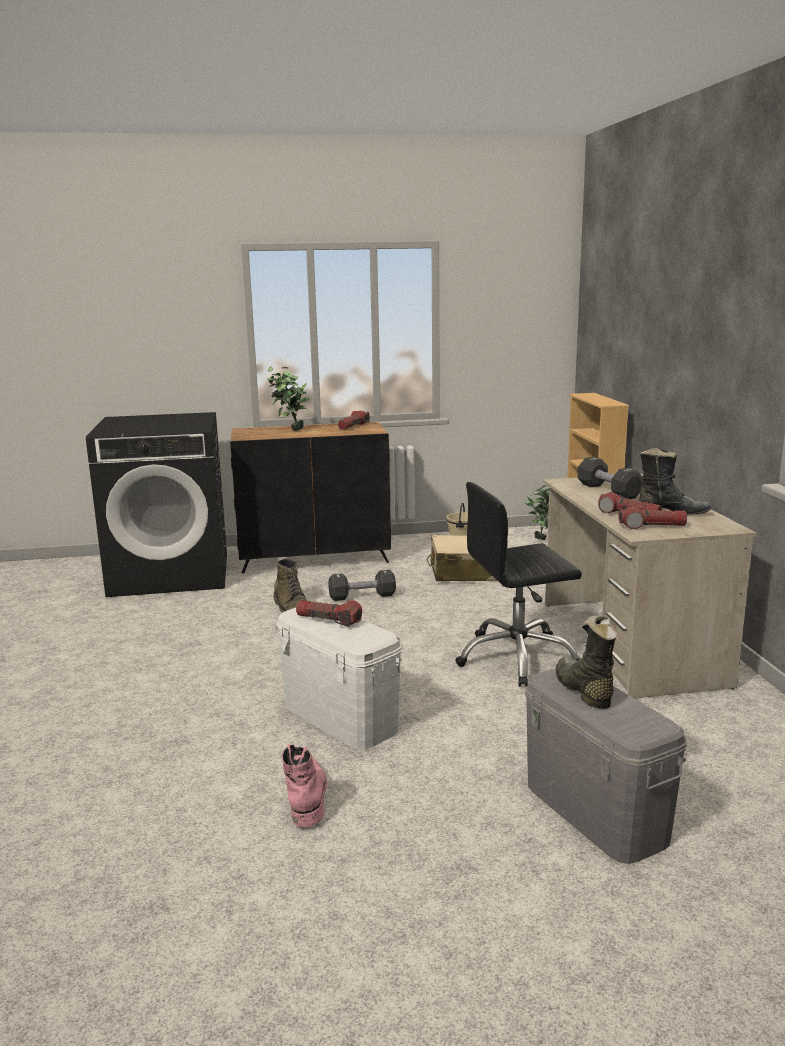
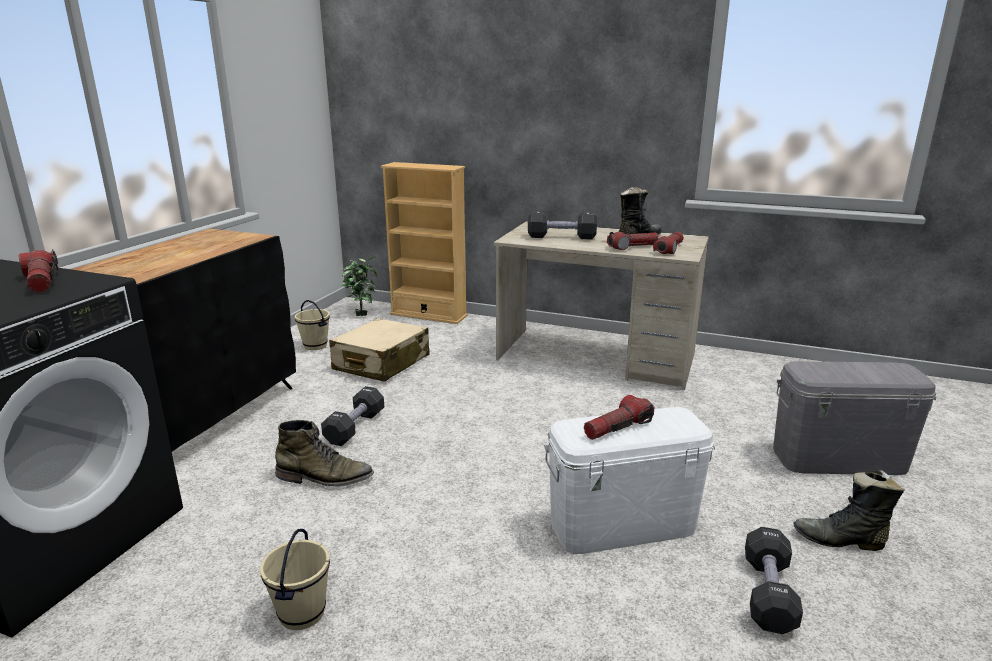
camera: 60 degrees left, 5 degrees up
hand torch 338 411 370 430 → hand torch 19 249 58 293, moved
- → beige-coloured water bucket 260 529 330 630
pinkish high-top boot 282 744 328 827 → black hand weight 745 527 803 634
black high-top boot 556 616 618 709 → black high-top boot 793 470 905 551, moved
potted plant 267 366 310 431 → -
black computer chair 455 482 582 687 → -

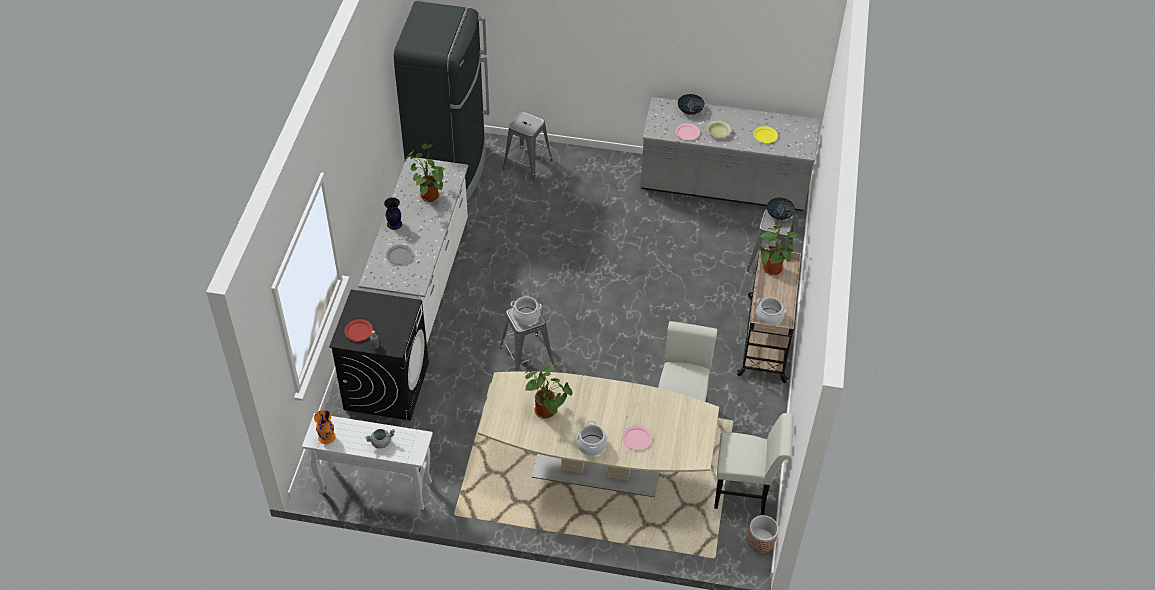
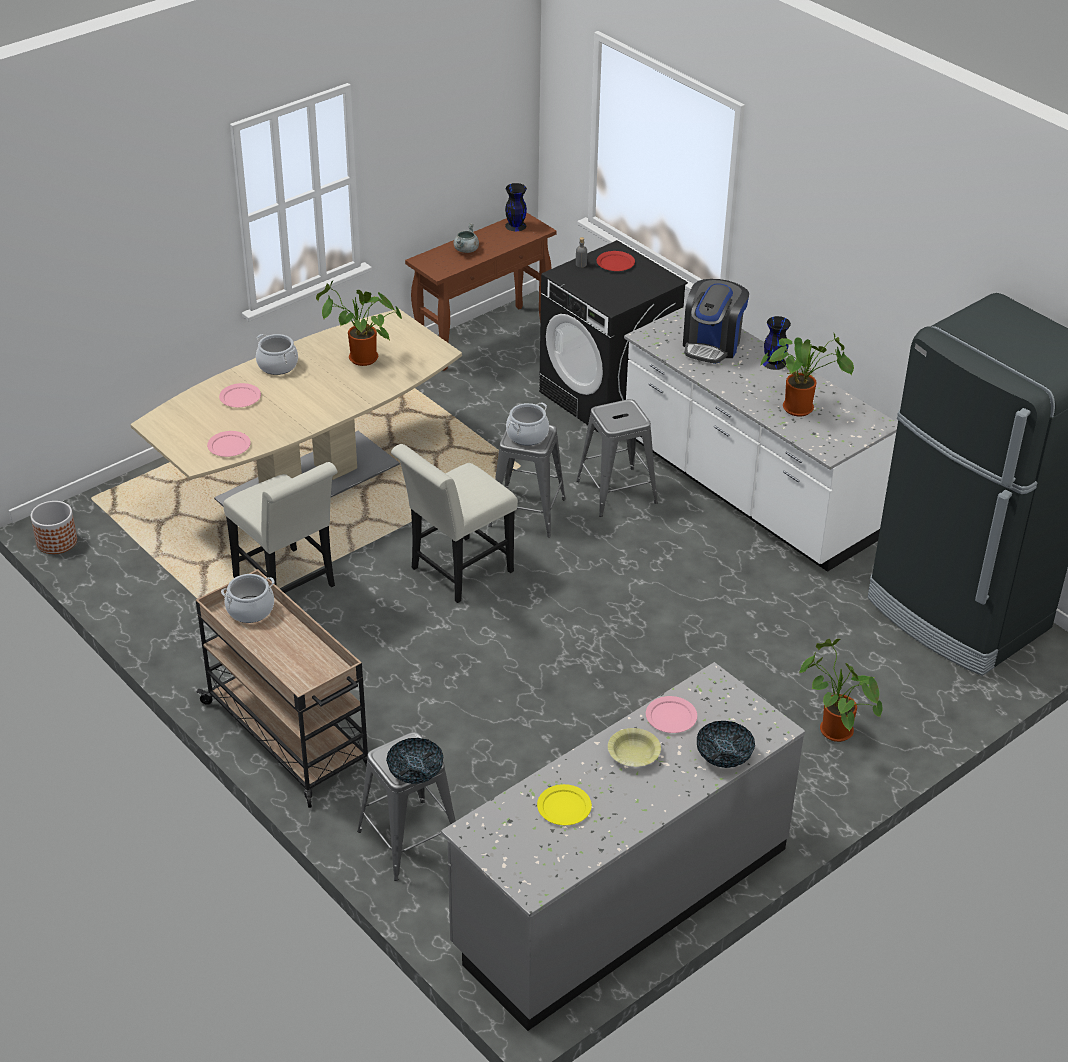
camera: 130 degrees right, 10 degrees down
- → pinkish plate 207 431 251 457
white-coloured upright chair 714 413 794 515 → white-coloured upright chair 391 444 518 603, moved
white-coloured hall table 302 413 433 510 → brown hall table 405 212 557 371
orange-coloured decorative vase 314 410 336 444 → black decorative vase 505 183 527 231
greyish stool 503 112 552 182 → greyish stool 576 399 658 517, moved
greyish plate 386 245 413 265 → coffee brewer 683 279 749 364
potted plant 760 226 798 275 → potted plant 799 639 883 742, moved

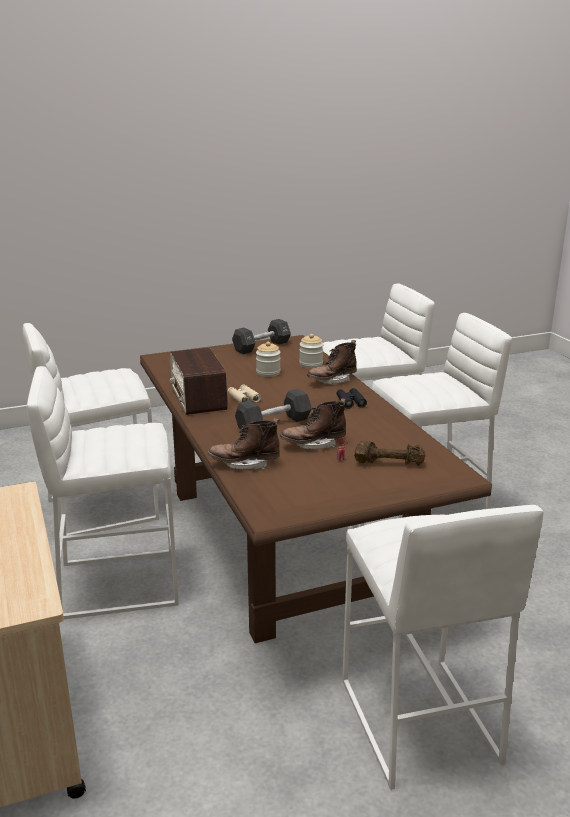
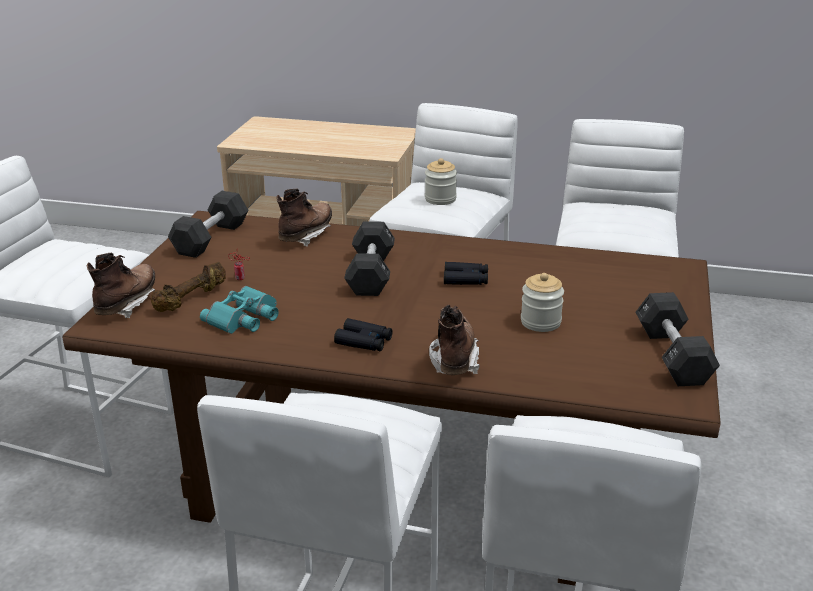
camera: 125 degrees right, 5 degrees up
brown high-top boot 280 398 346 449 → brown high-top boot 87 253 155 318, moved
- → black hand weight 168 191 249 258
- → turquoise binoculars 200 286 279 334
storage jar 299 334 323 368 → storage jar 425 158 457 205, moved
beige-coloured binoculars 228 385 261 403 → black binoculars 444 262 488 285
radio set 169 348 228 415 → -

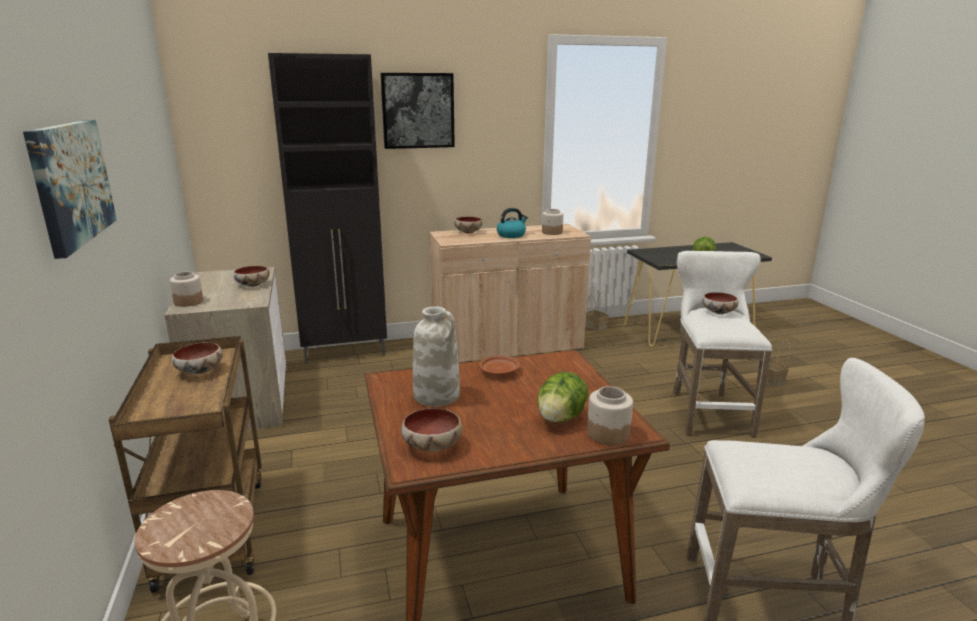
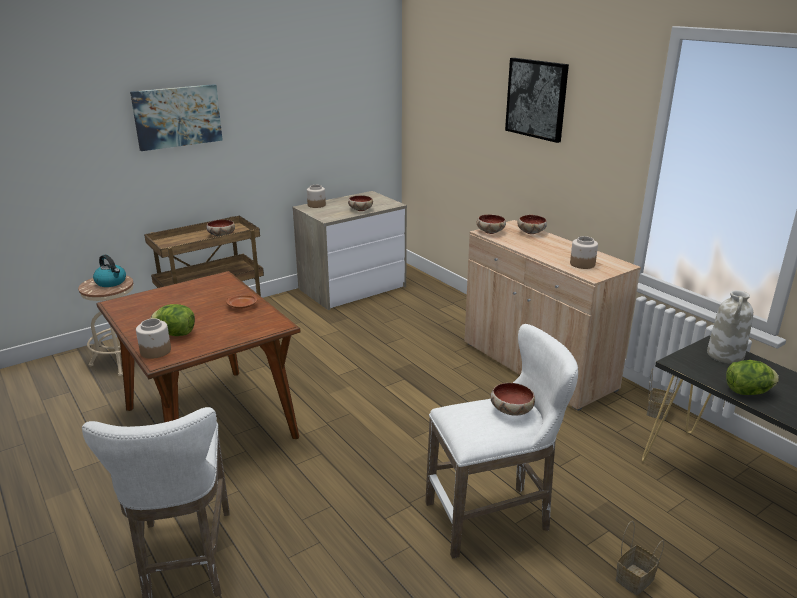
camera: 70 degrees right, 5 degrees up
kettle 497 208 528 238 → kettle 93 255 126 287, moved
serving bowl 401 408 462 452 → serving bowl 477 215 506 234, moved
white-coloured decorative vase 413 306 460 407 → white-coloured decorative vase 707 290 753 364, moved
black storage cabinet 268 53 387 364 → -

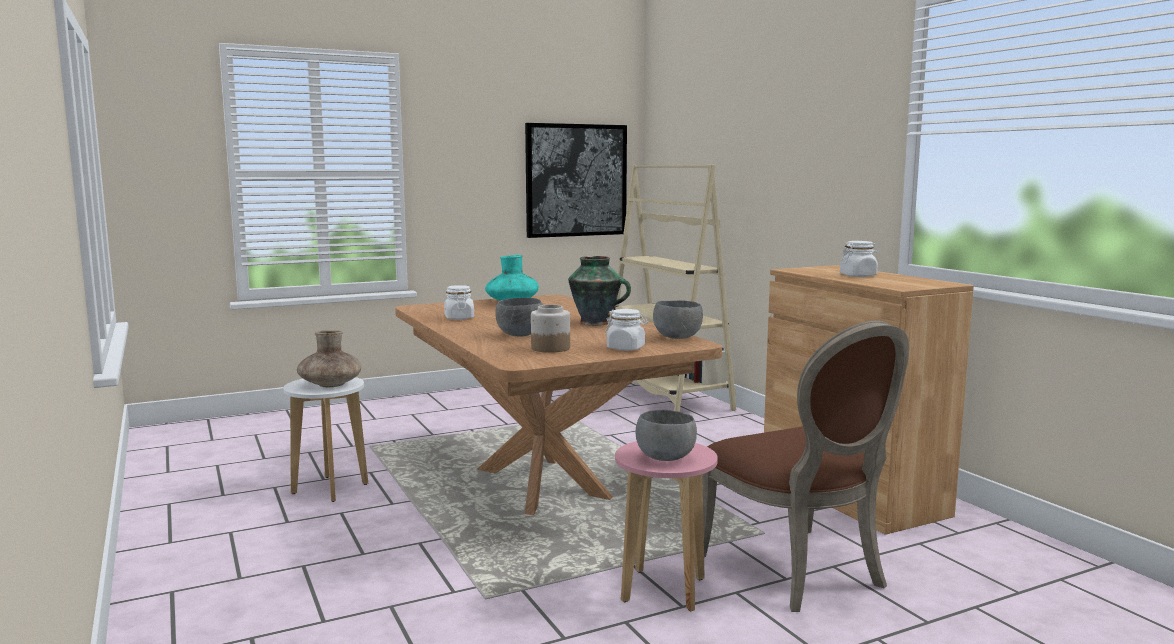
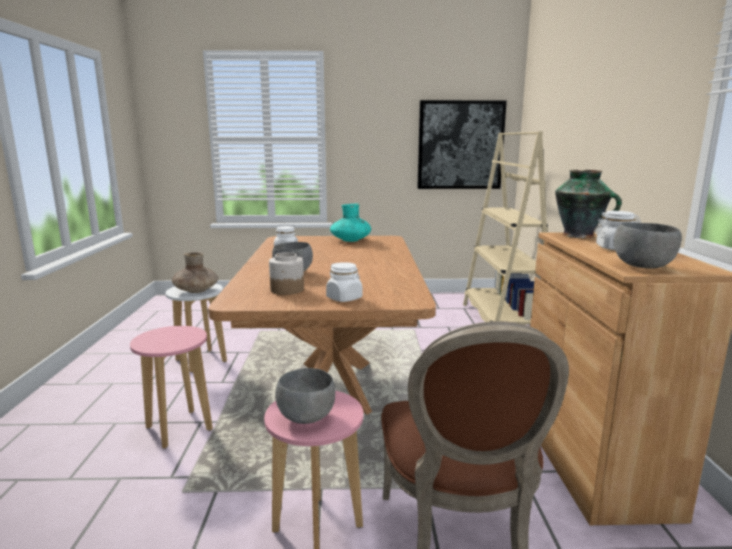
camera: 25 degrees right, 5 degrees up
- → pinkish stool 130 326 213 448
decorative vase 568 256 631 326 → decorative vase 555 170 622 238, moved
greyish serving bowl 653 300 703 339 → greyish serving bowl 614 222 681 269, moved

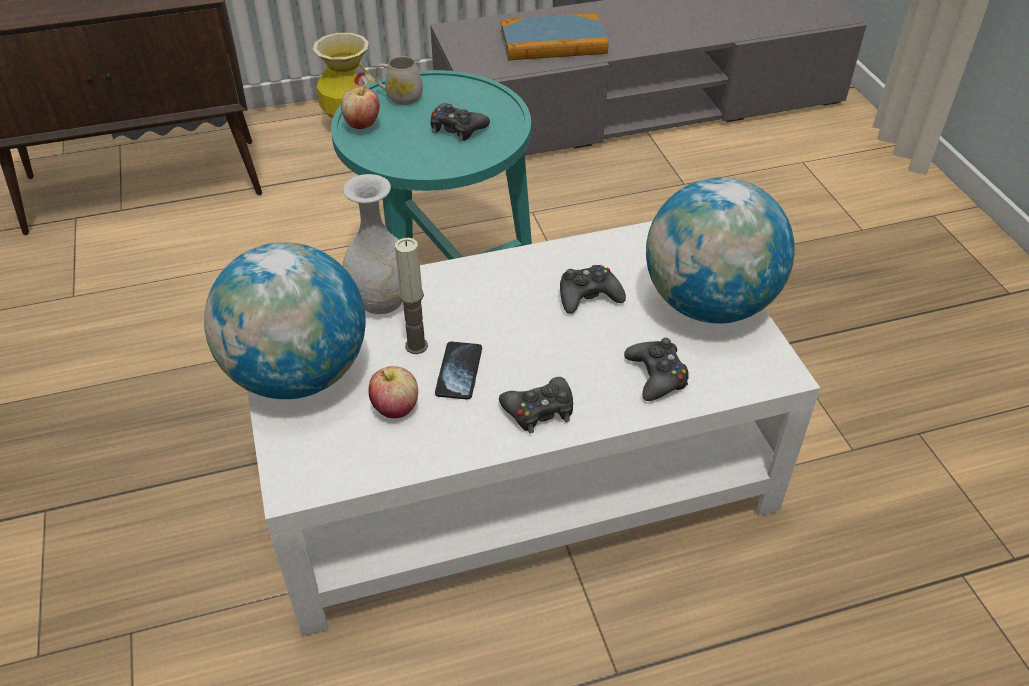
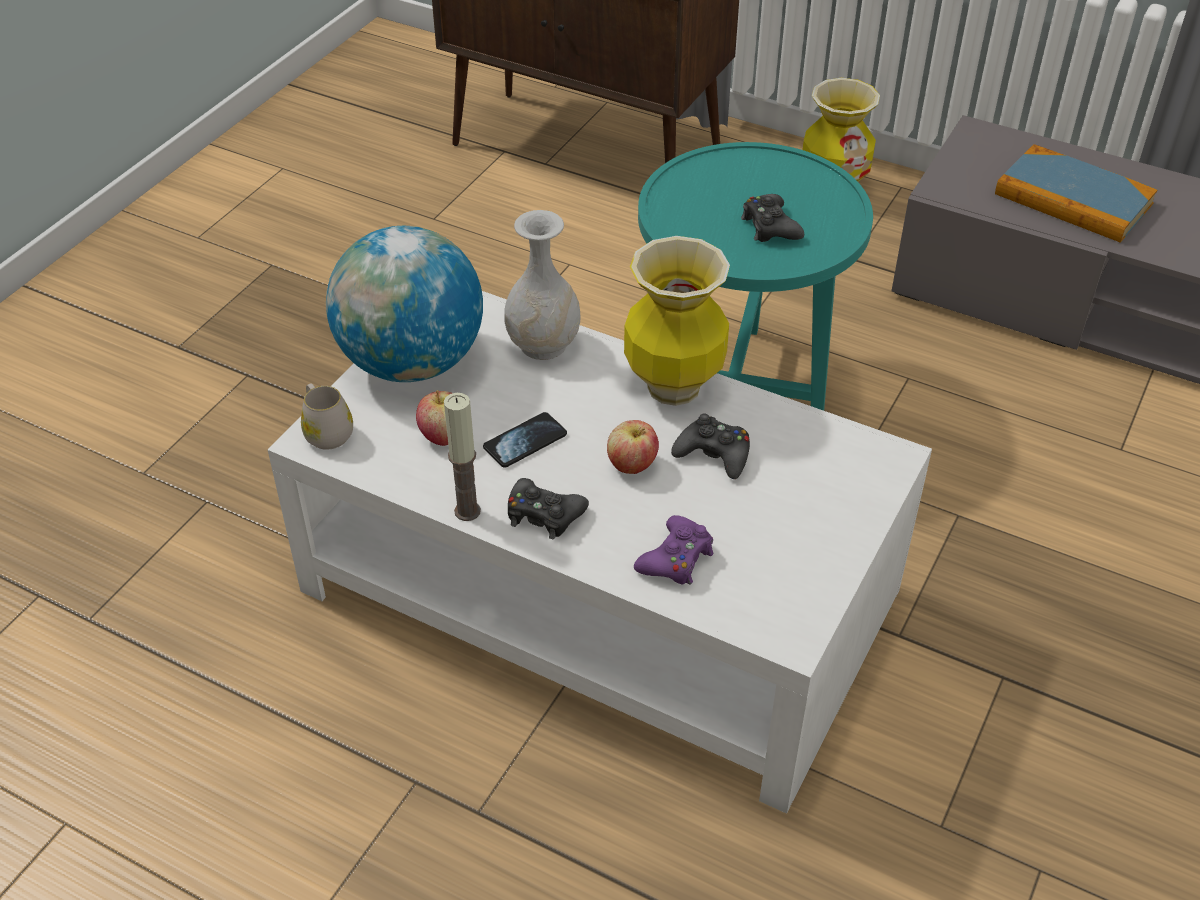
camera: 45 degrees right, 0 degrees up
white-coloured tea mug 375 56 423 105 → white-coloured tea mug 301 383 353 450, moved
candle 395 238 428 354 → candle 444 393 481 521, moved
apple fruit 341 86 380 129 → apple fruit 607 420 659 474, moved
- → decorative vase 624 236 730 406
black joypad 624 338 689 401 → purplish joypad 634 515 713 585
globe 646 177 795 324 → -

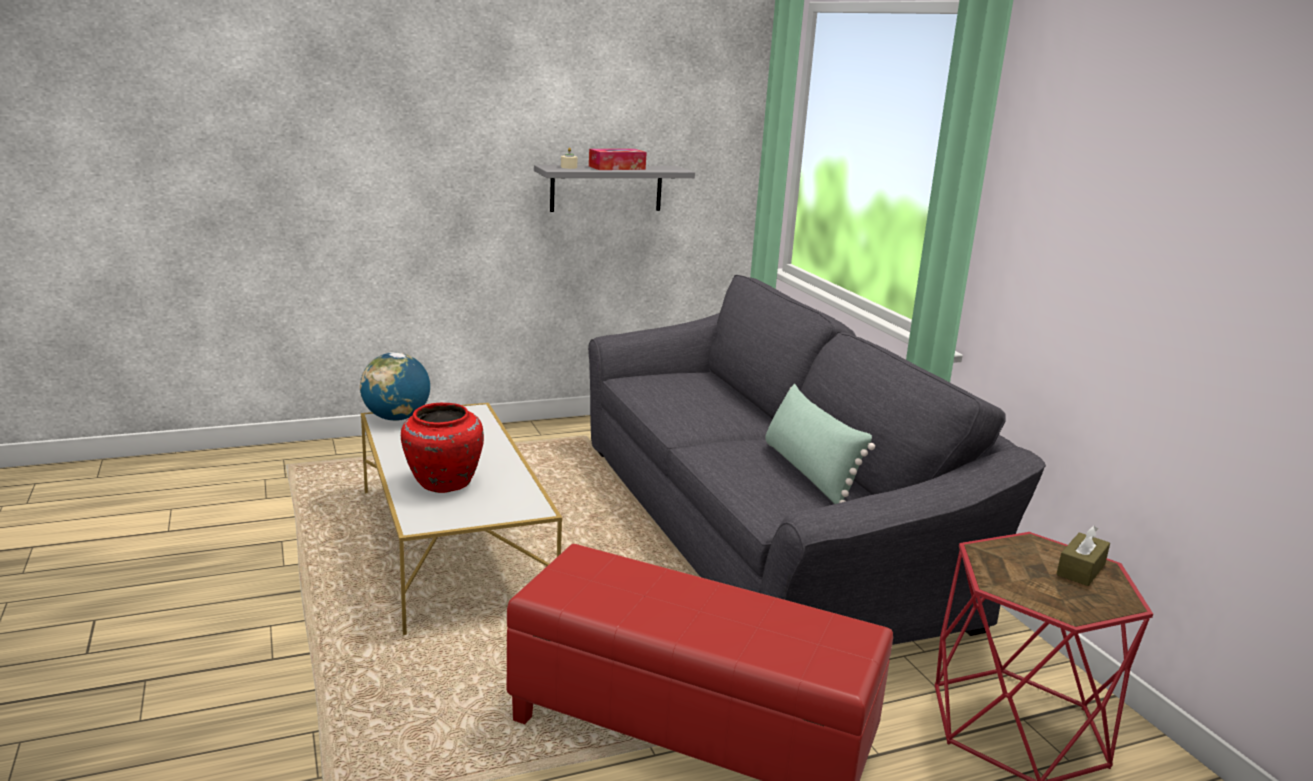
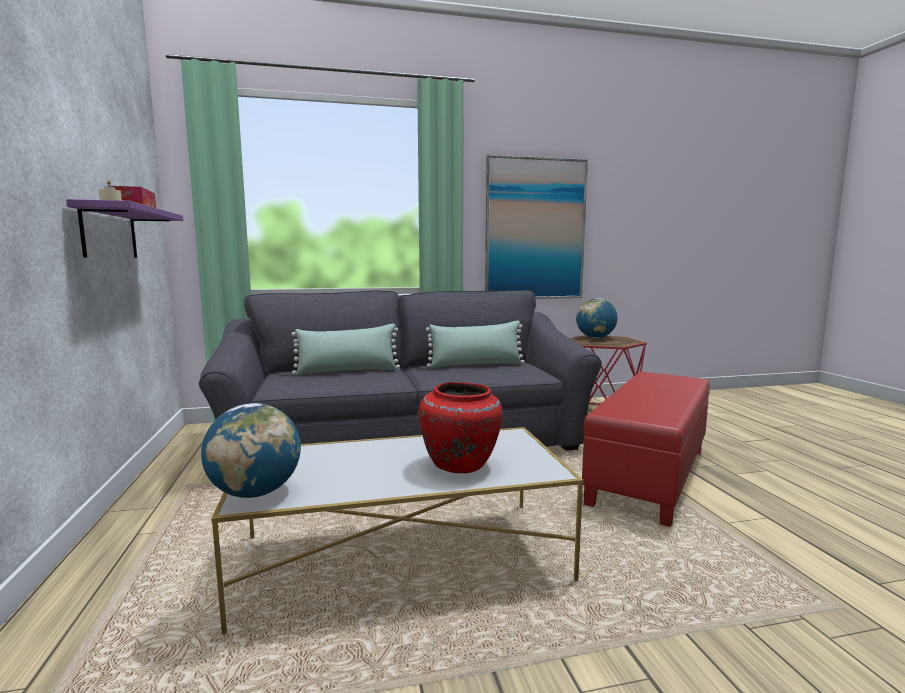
camera: 80 degrees left, 10 degrees down
greyish bracket shelf 534 165 695 212 → purplish bracket shelf 66 199 183 258
- → green-coloured cushion 291 323 400 375
- → wall picture 485 155 588 299
brown tissue box 1056 525 1110 586 → globe 576 298 617 338

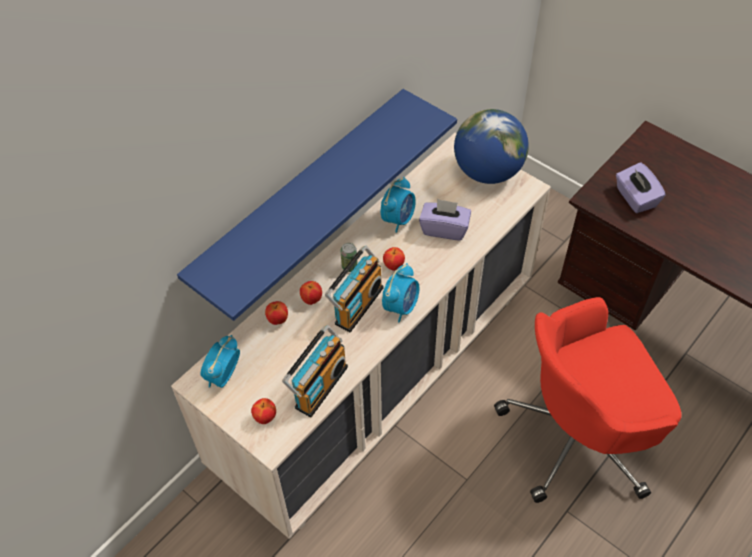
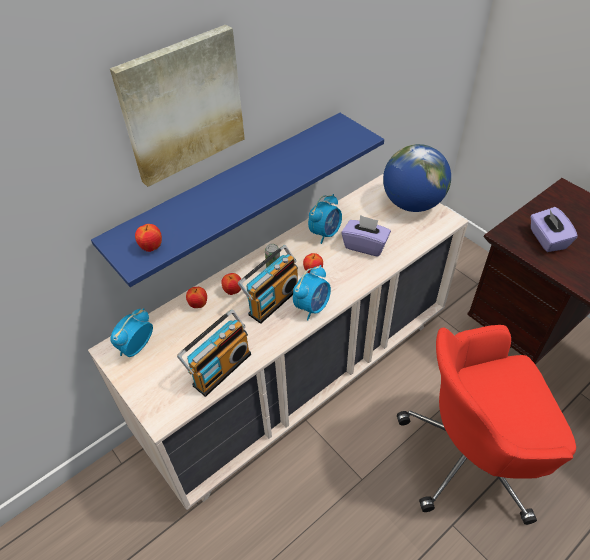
camera: 10 degrees right, 5 degrees down
- → wall picture 110 25 245 187
apple fruit 251 398 276 424 → apple fruit 135 224 162 252, moved

